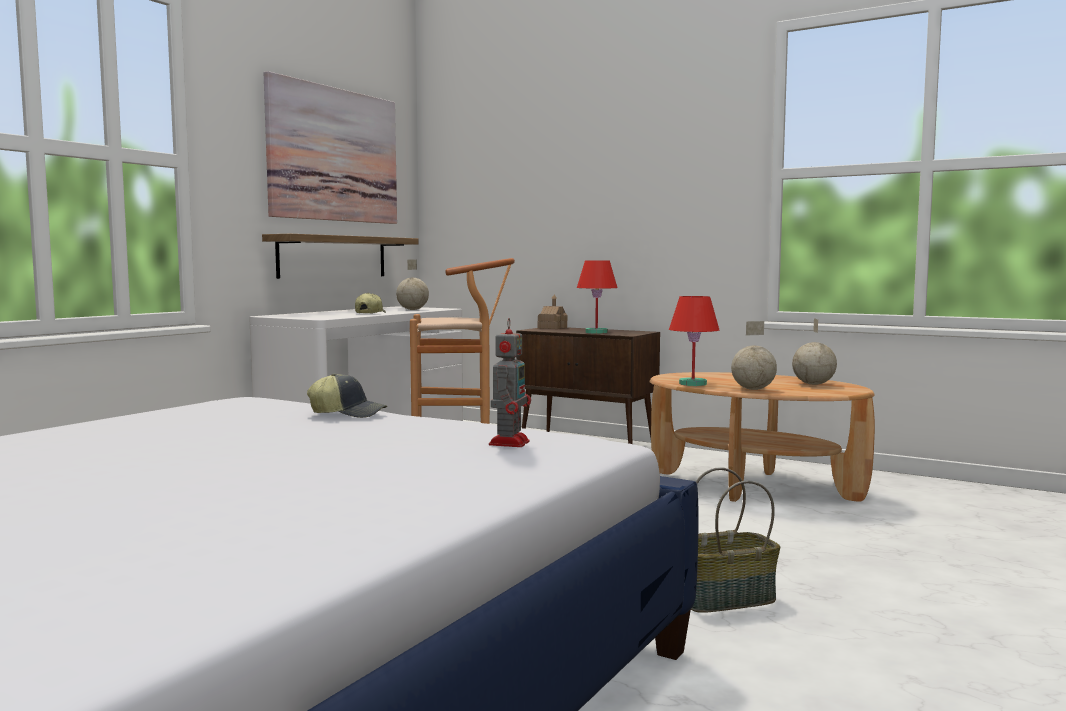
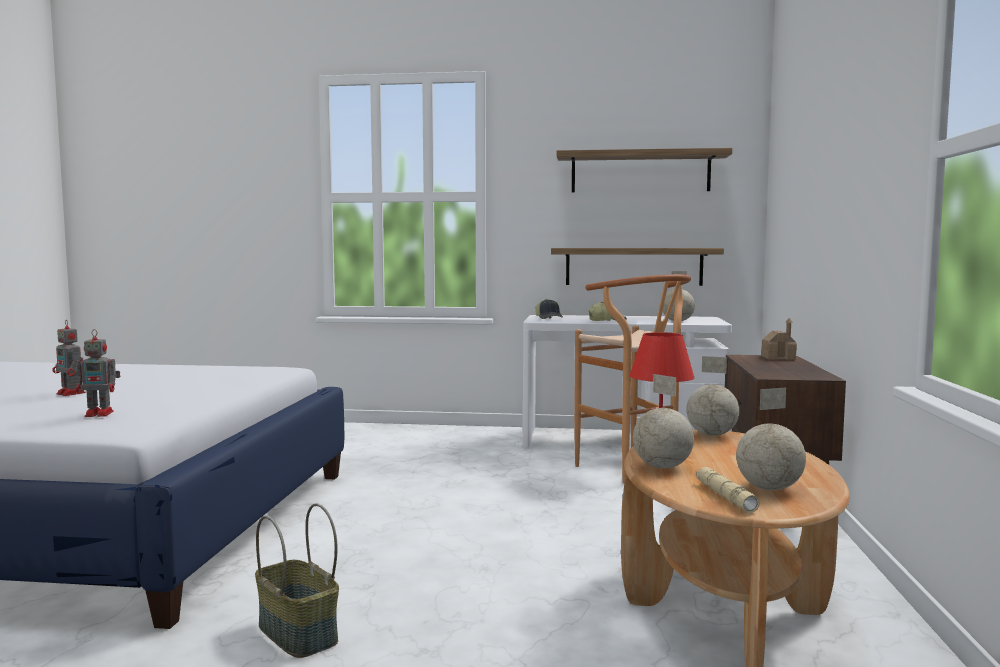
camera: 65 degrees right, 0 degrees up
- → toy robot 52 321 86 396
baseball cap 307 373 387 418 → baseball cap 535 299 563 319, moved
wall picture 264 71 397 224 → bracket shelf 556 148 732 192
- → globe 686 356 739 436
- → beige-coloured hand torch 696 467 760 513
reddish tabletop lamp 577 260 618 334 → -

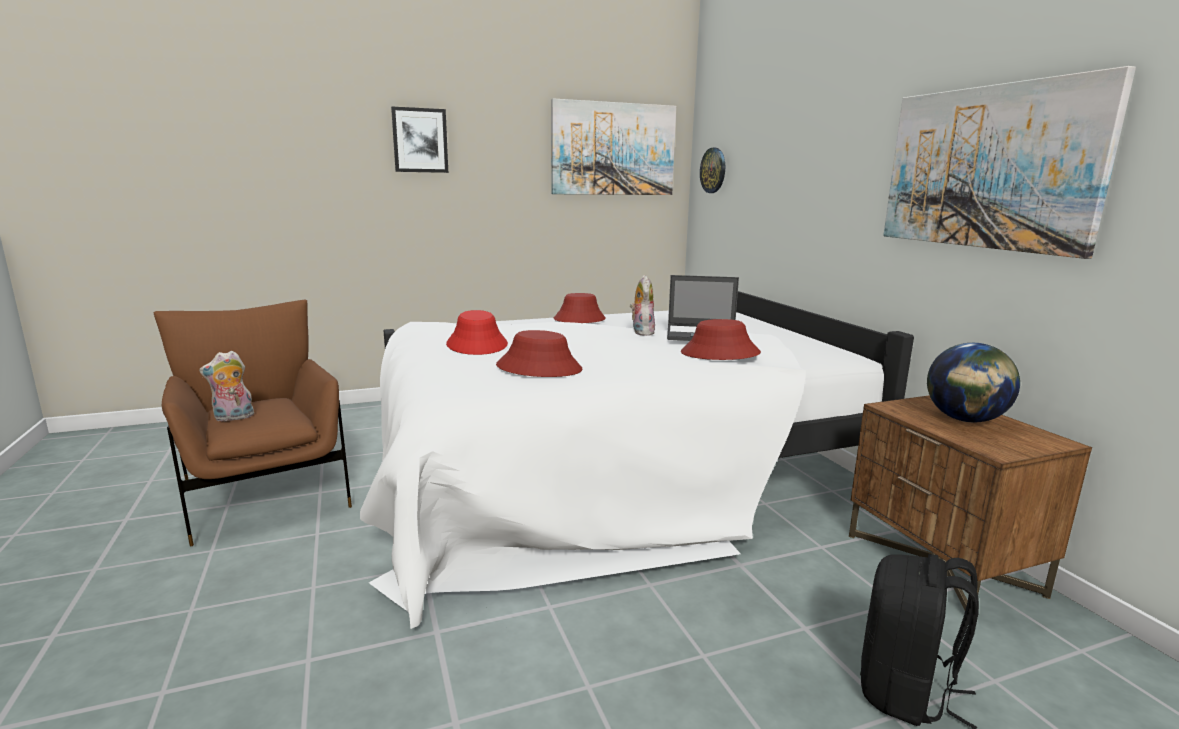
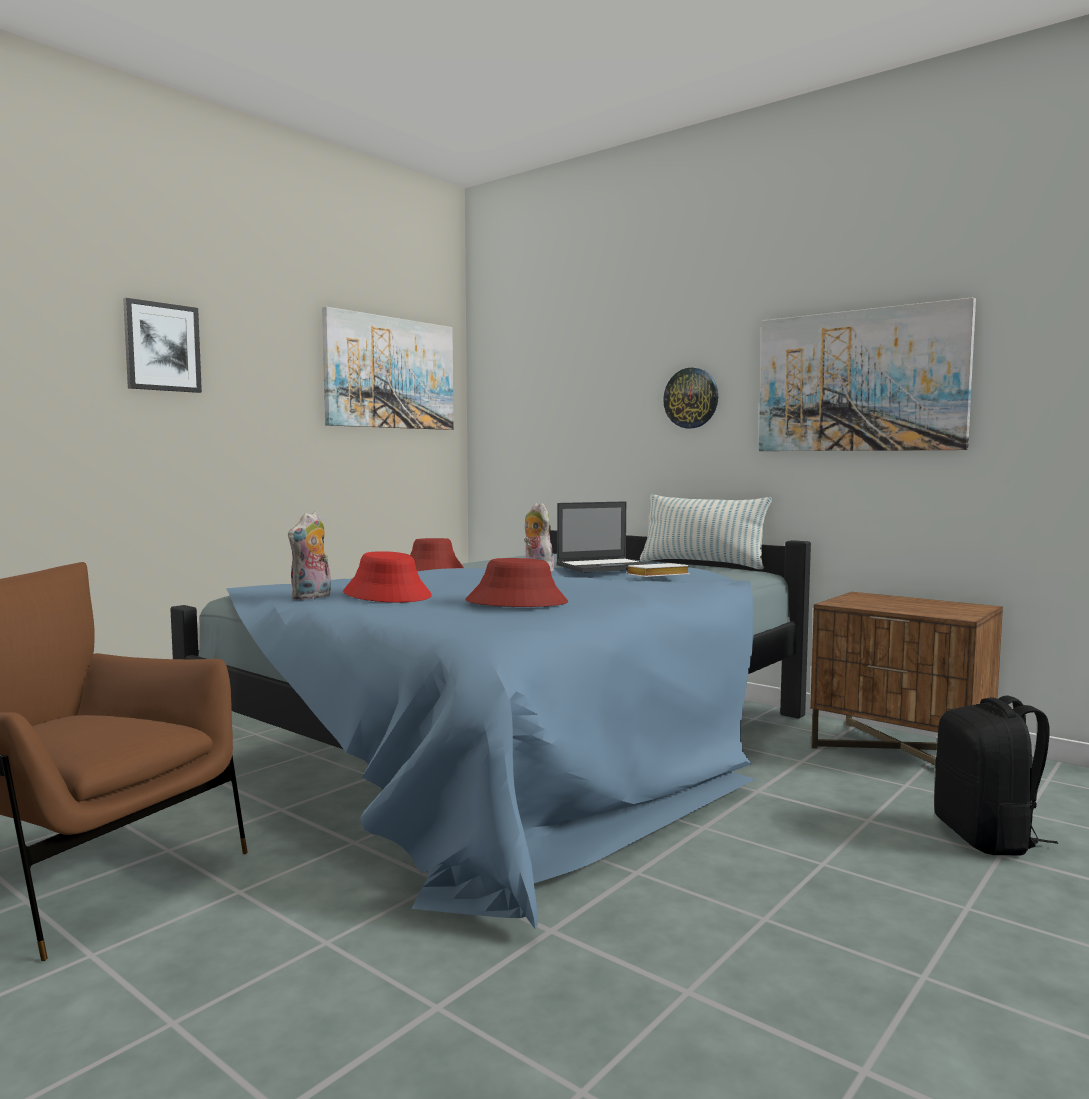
camera: 30 degrees left, 10 degrees down
white-coloured bed 360 291 914 629 → blue-coloured bed 171 526 811 929
plush toy 199 350 255 422 → plush toy 288 512 331 600, moved
reddish clothing hat 681 319 761 360 → white-coloured book 627 563 690 577
- → cushion 640 494 772 569
clock on the wall 700 148 725 193 → clock on the wall 663 368 718 428, moved
globe 927 343 1020 422 → -

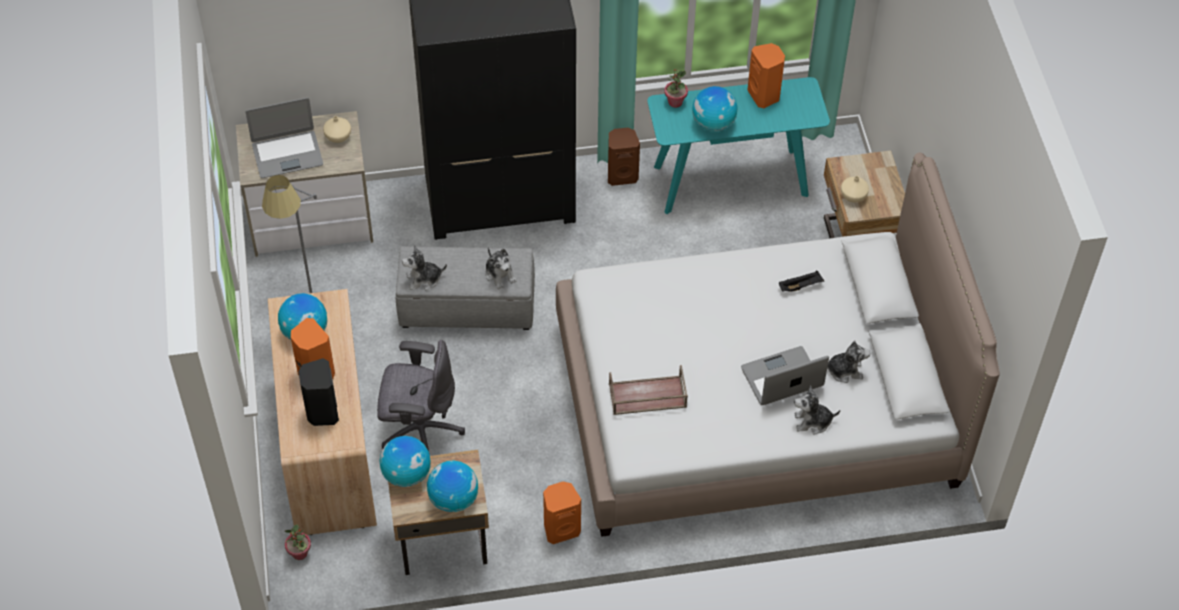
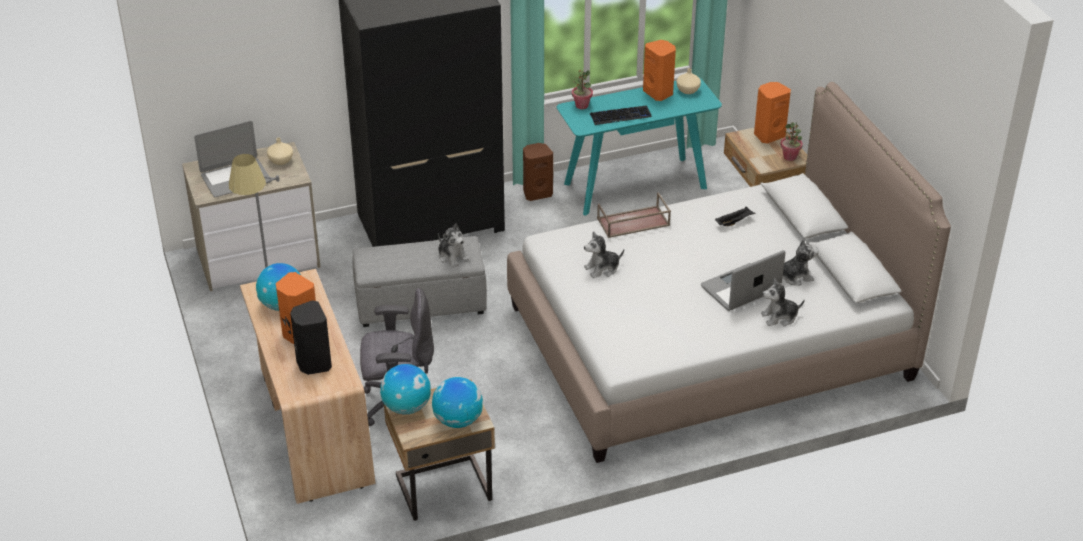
camera: 10 degrees left, 15 degrees down
plush toy 402 245 447 290 → plush toy 584 231 624 278, moved
globe 692 86 737 132 → computer keyboard 590 105 652 125
brown tray 609 365 688 415 → brown tray 597 192 671 238, moved
beige-coloured decorative vase 841 176 869 203 → beige-coloured decorative vase 676 68 701 94, moved
orange-coloured loudspeaker 543 482 581 544 → orange-coloured loudspeaker 754 82 791 144, moved
potted plant 285 524 311 560 → potted plant 780 122 803 161, moved

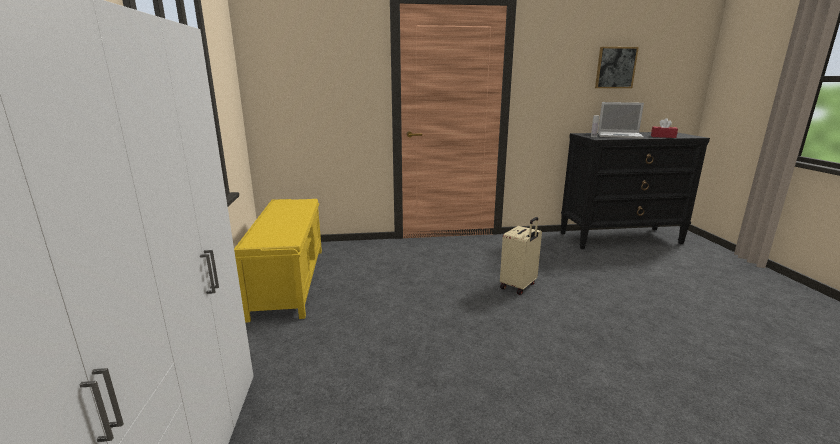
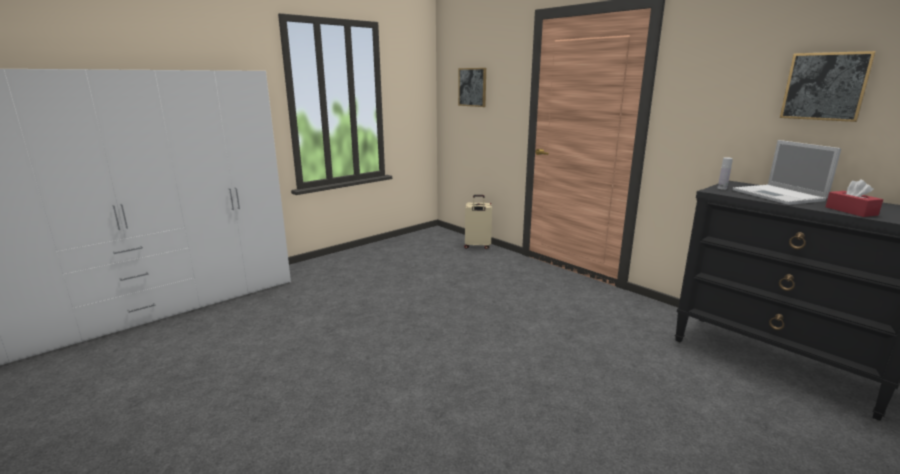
camera: 55 degrees right, 0 degrees up
- → wall picture 458 68 486 107
beige-coloured piece of luggage 500 217 542 295 → beige-coloured piece of luggage 464 195 492 249, moved
yellowish indoor bench 234 199 322 323 → -

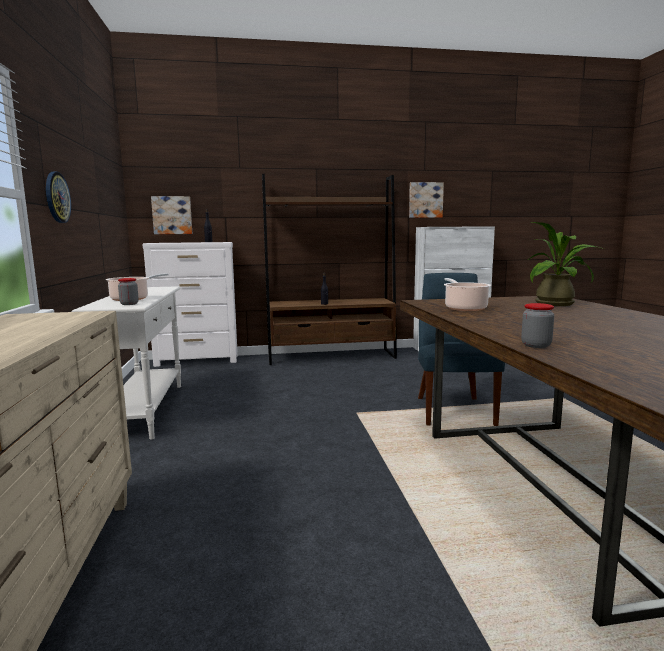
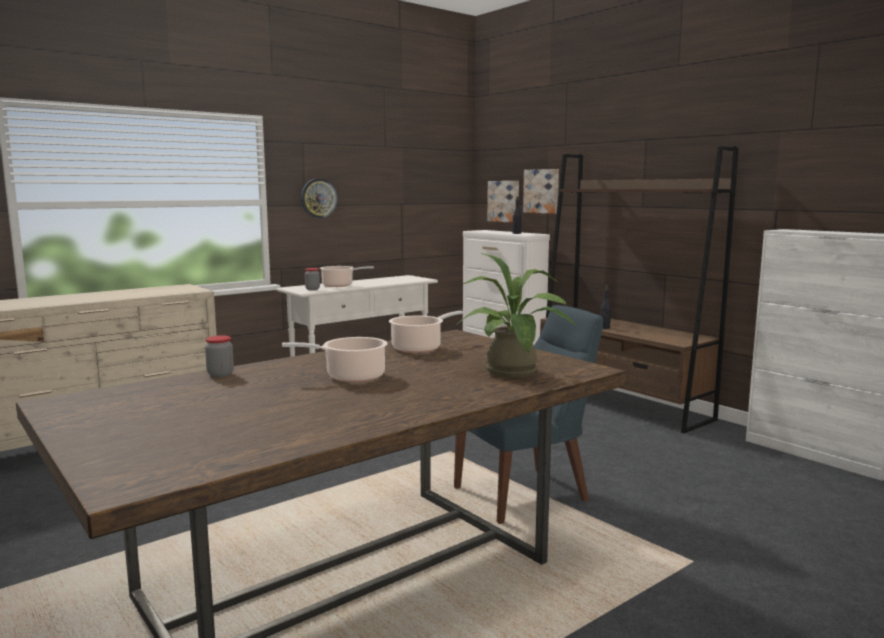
camera: 60 degrees right, 0 degrees up
- → stockpot 282 337 387 382
wall picture 409 182 444 218 → wall picture 523 169 559 214, moved

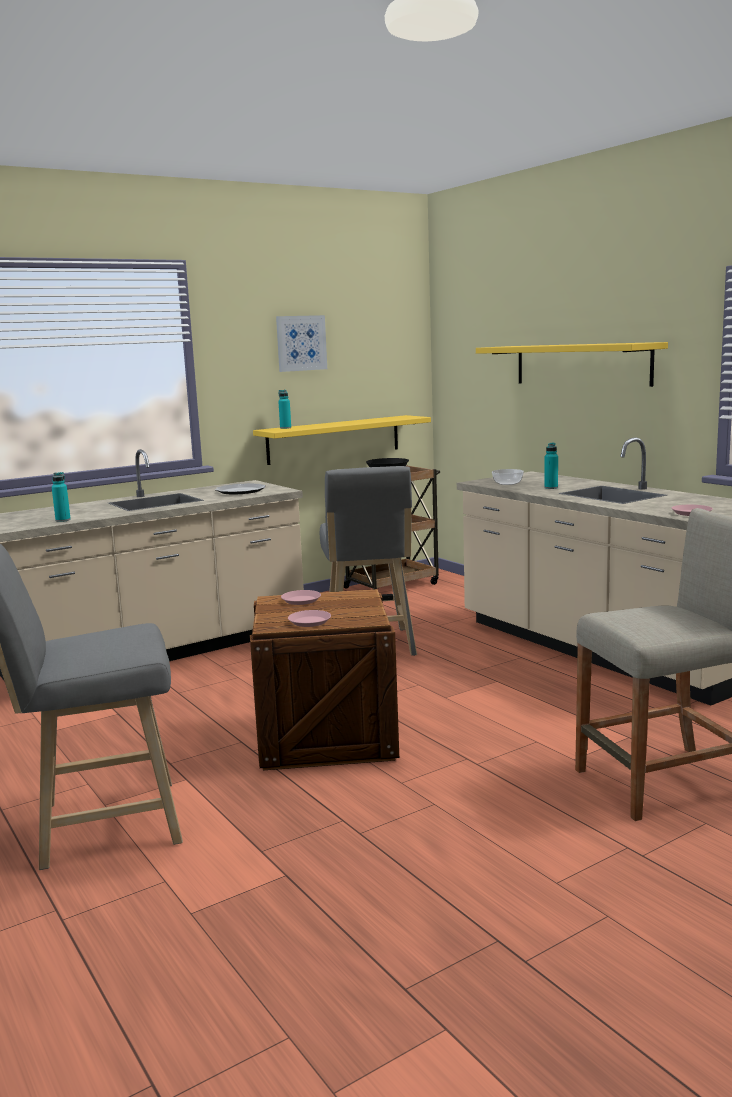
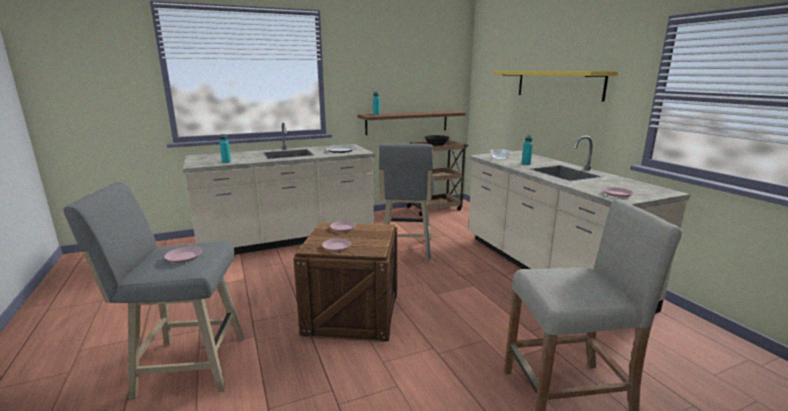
camera: 10 degrees right, 5 degrees up
- → pinkish plate 164 247 202 263
yellowish bracket shelf 253 415 431 465 → brown bracket shelf 358 111 465 135
wall picture 276 315 327 372 → -

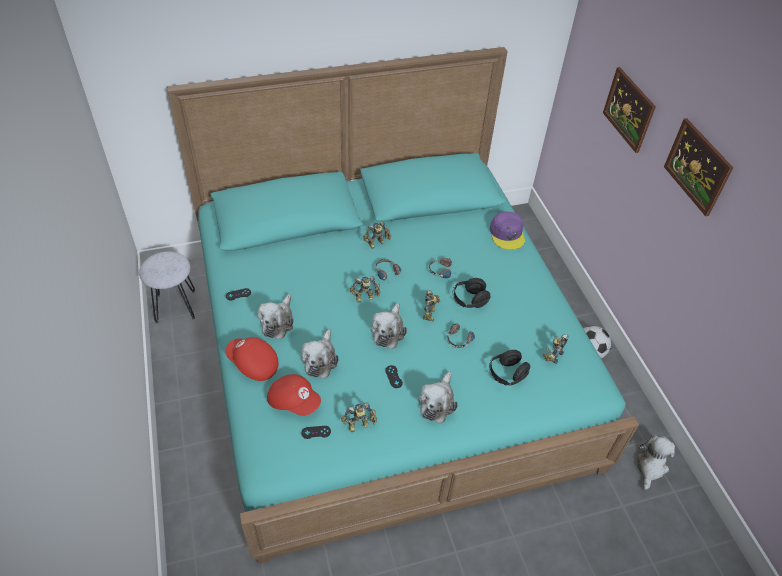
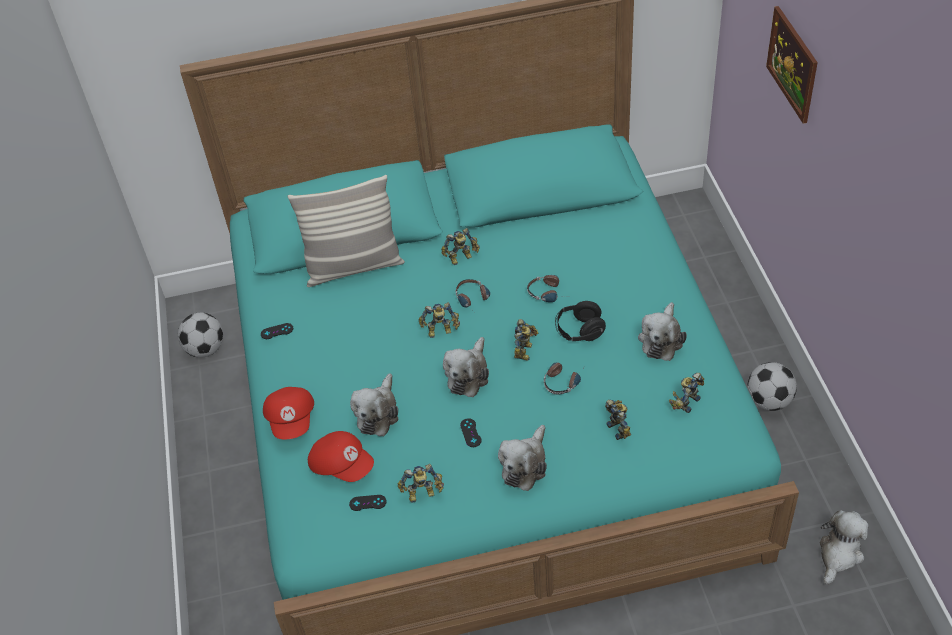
camera: 10 degrees right, 0 degrees up
greyish stool 139 251 196 323 → football ball 178 313 223 358
reddish baseball cap 226 337 278 381 → reddish baseball cap 263 387 314 439, 135 degrees counterclockwise
- → cushion 287 175 405 287
black headphones 489 350 530 386 → toy robot 605 400 631 440
plush toy 258 294 294 339 → plush toy 638 302 687 361, moved
purplish baseball cap 490 212 525 250 → -
wall picture 664 118 733 217 → -

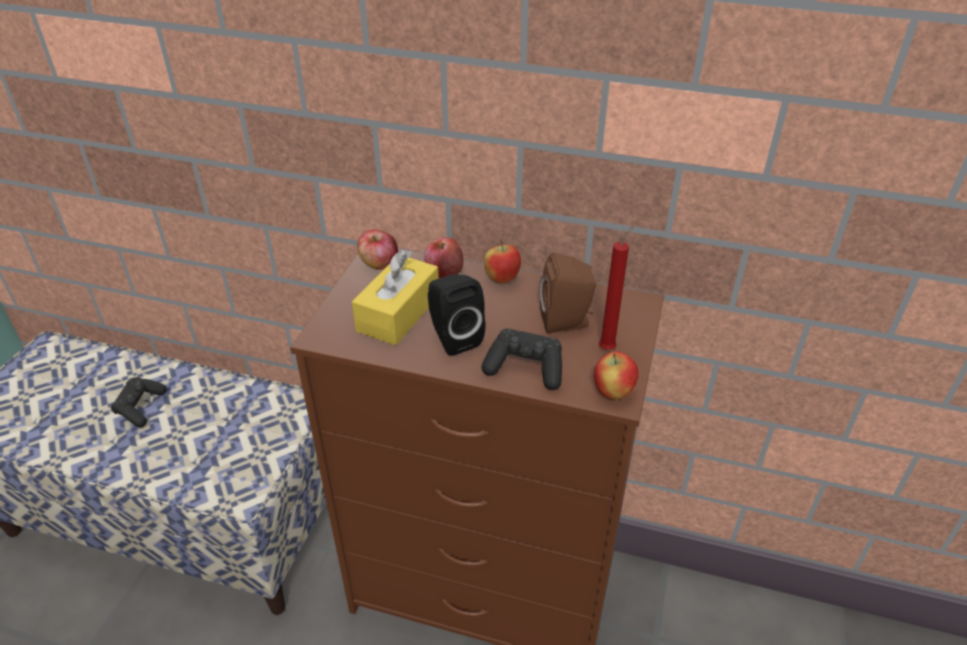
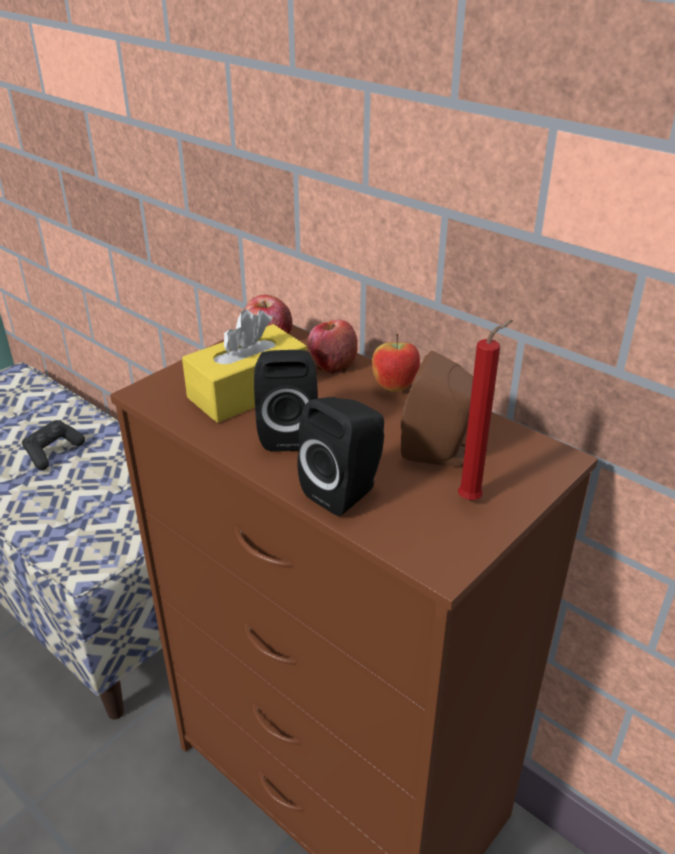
camera: 25 degrees right, 5 degrees down
black joypad 482 329 562 390 → black loudspeaker 297 397 384 516
apple fruit 594 351 639 400 → -

